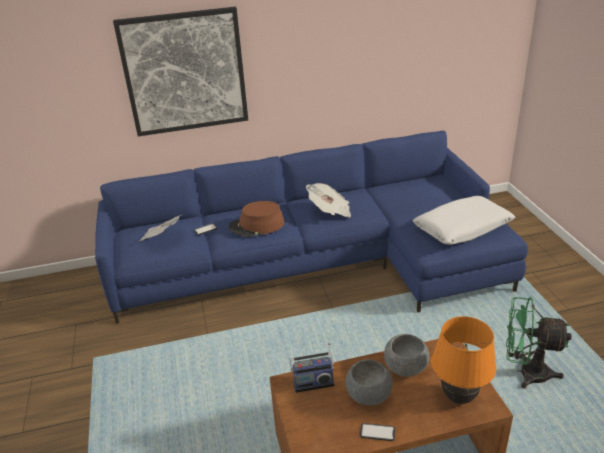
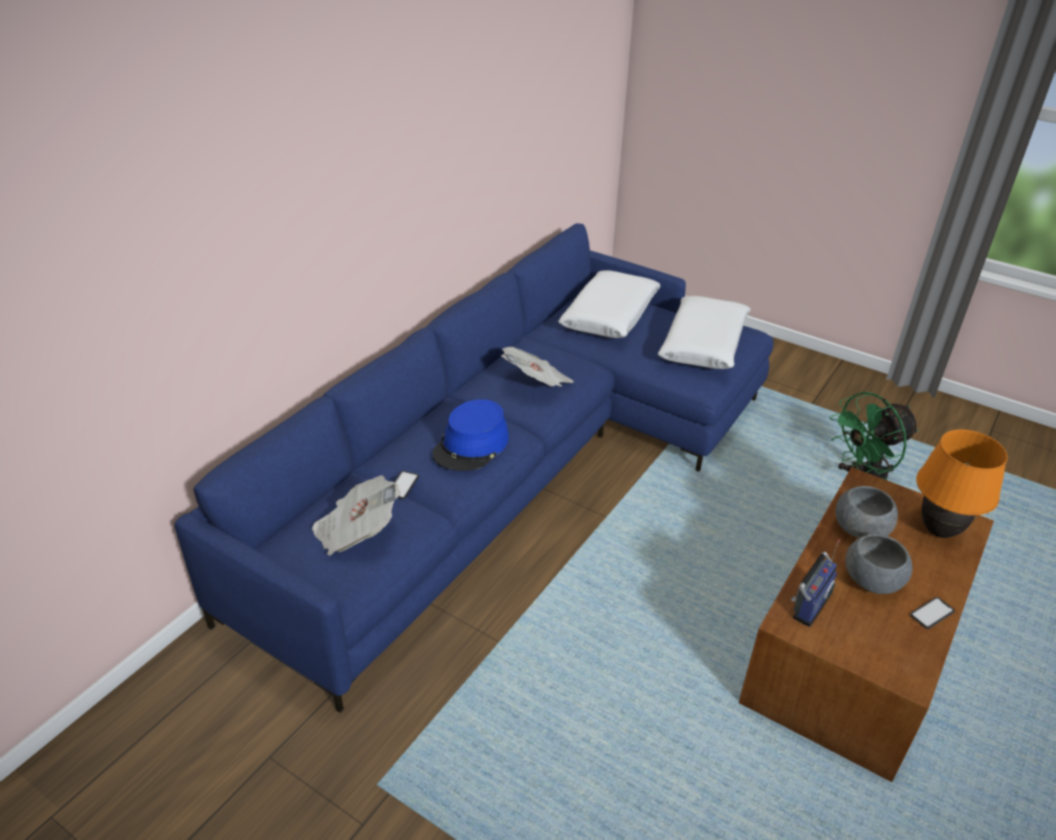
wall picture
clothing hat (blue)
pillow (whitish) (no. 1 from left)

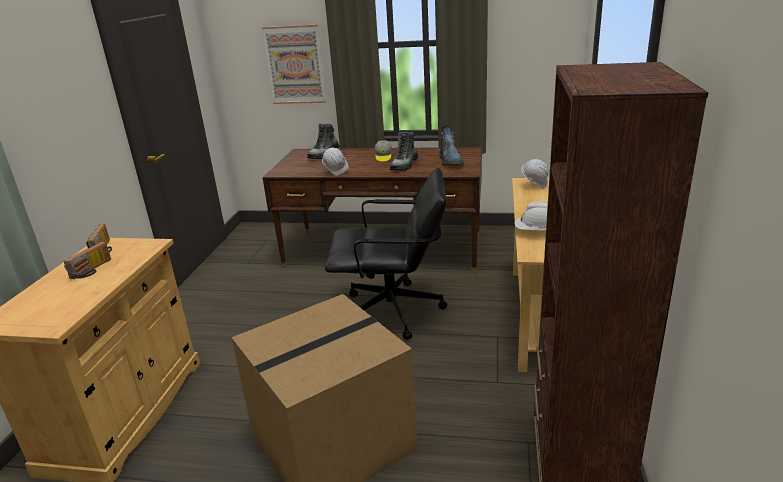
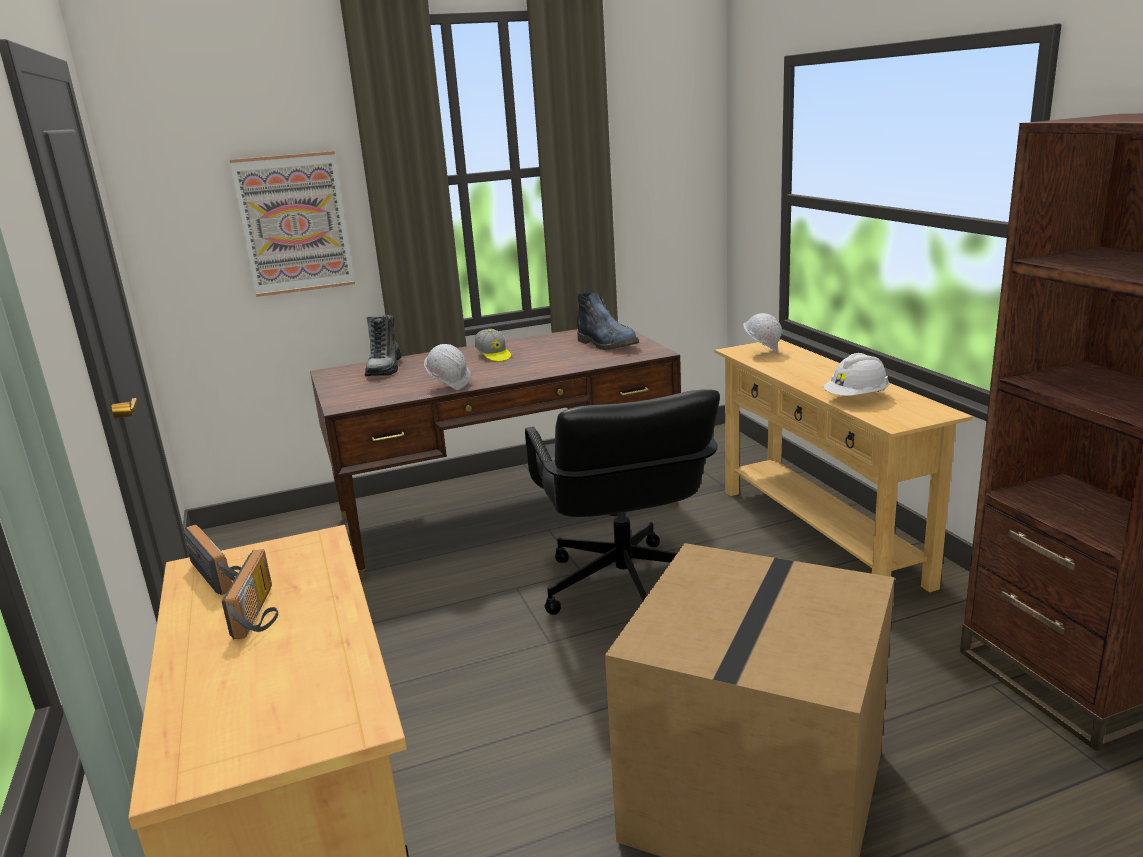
desk chair (blackish)
boot (no. 2 from left in the first image)

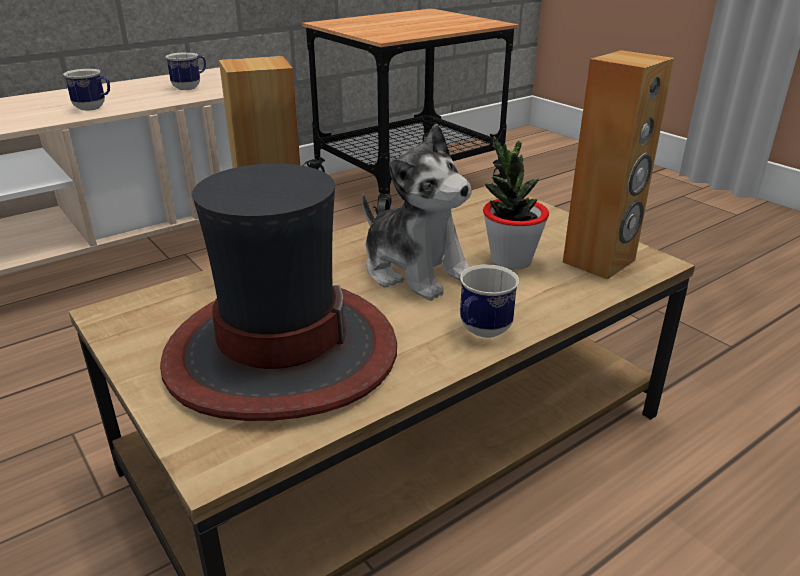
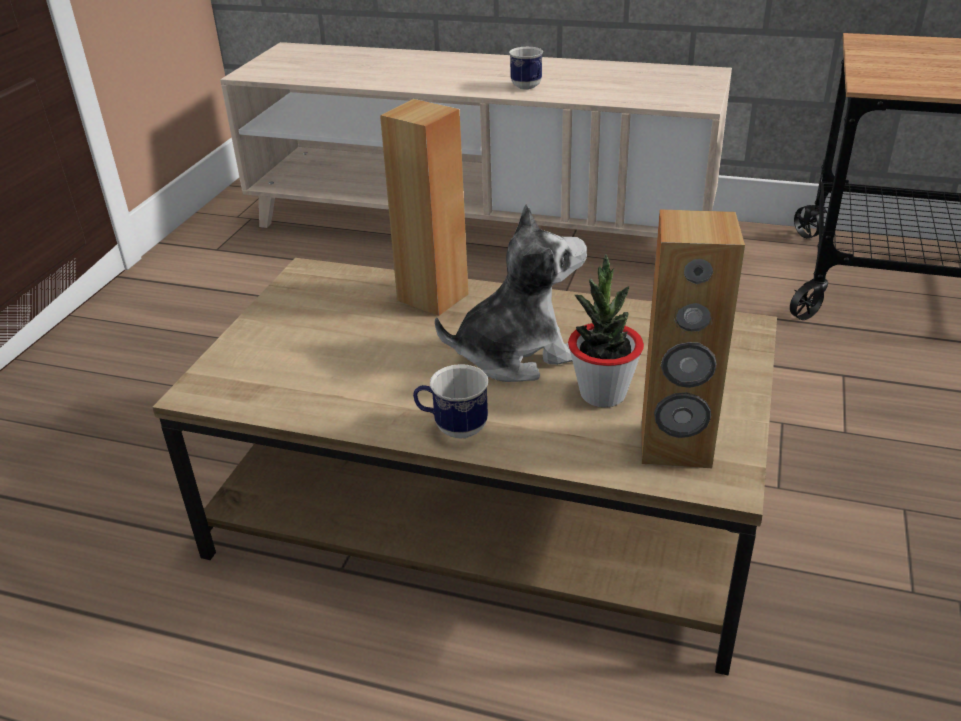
clothing hat
mug (no. 2 from left in the first image)
plush toy

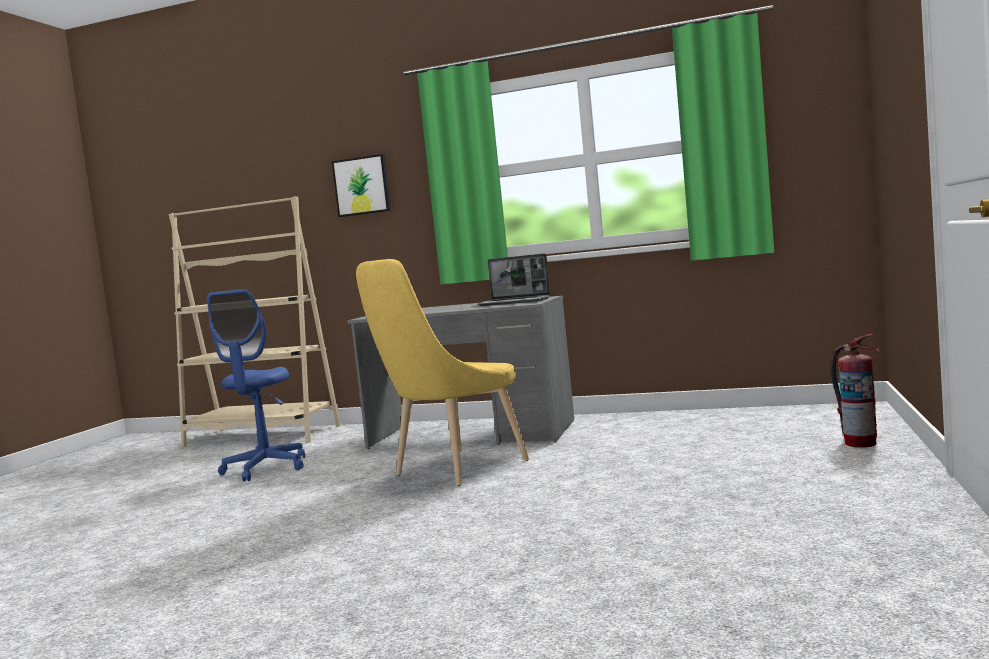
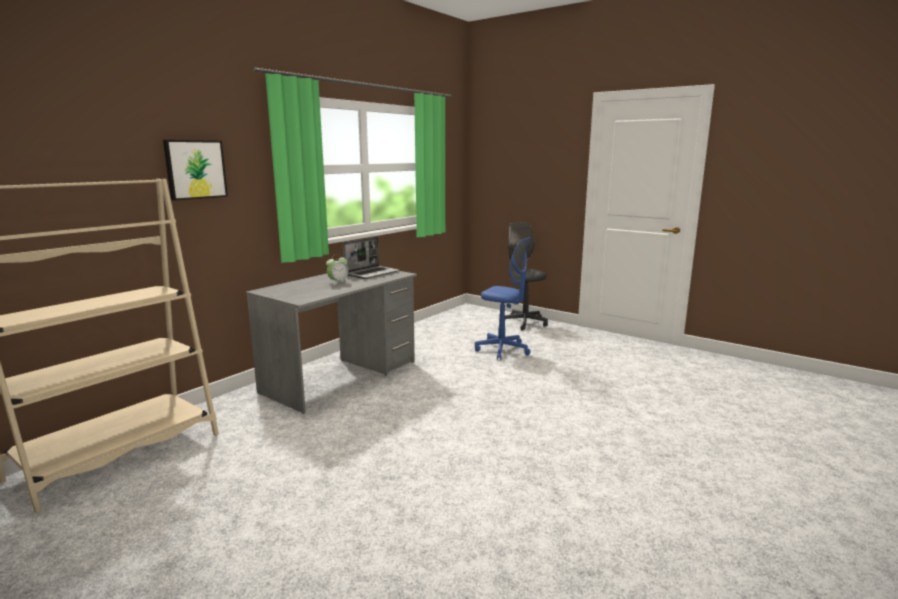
desk chair (blue)
chair (yellowish)
desk chair (gray)
alarm clock

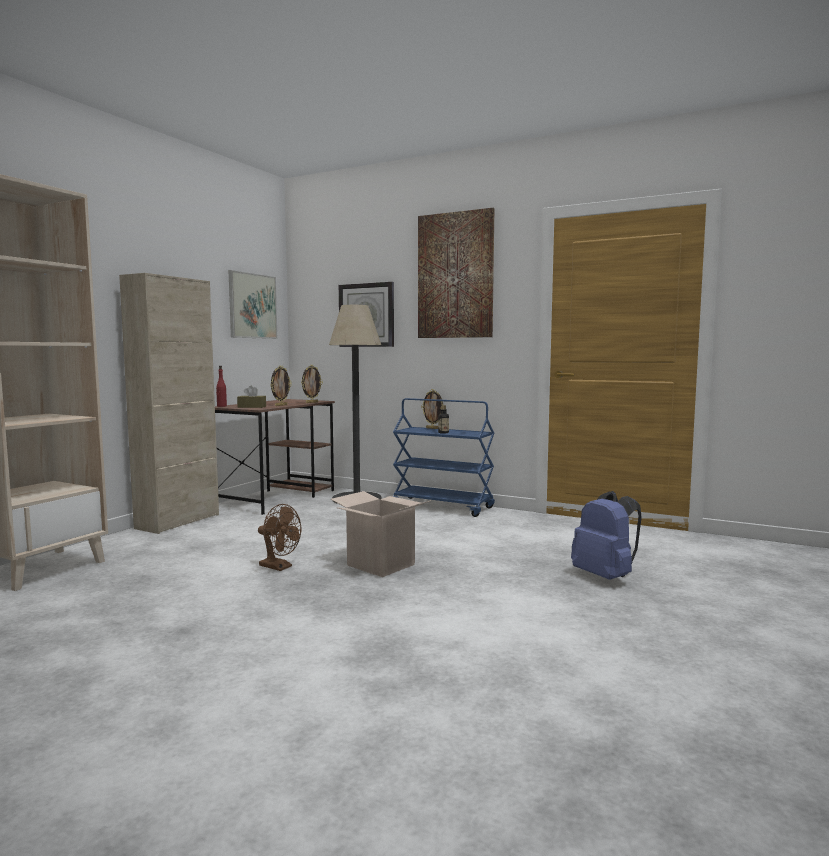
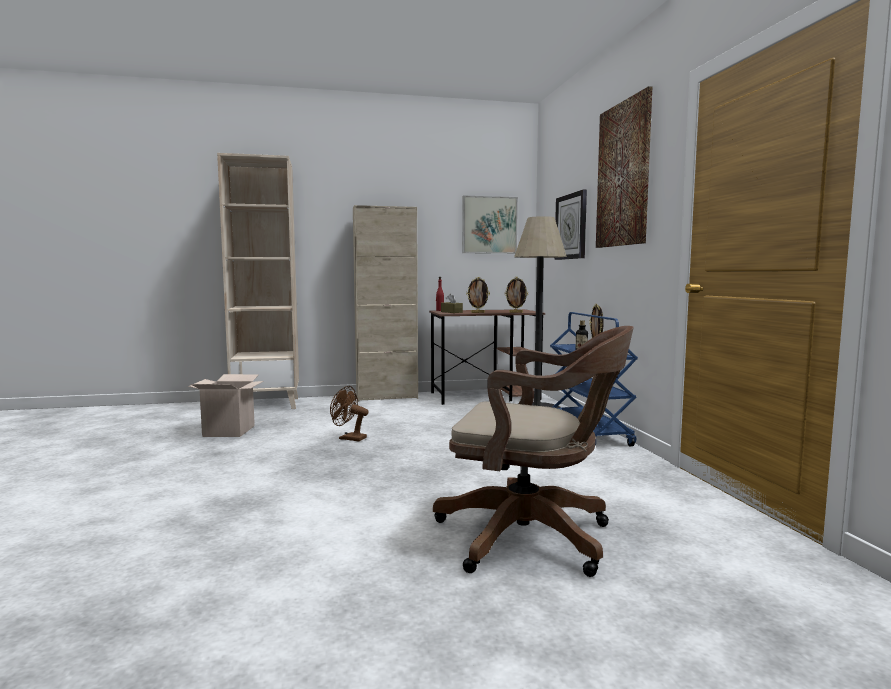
cooling fan (brown)
packing box
desk chair (brown)

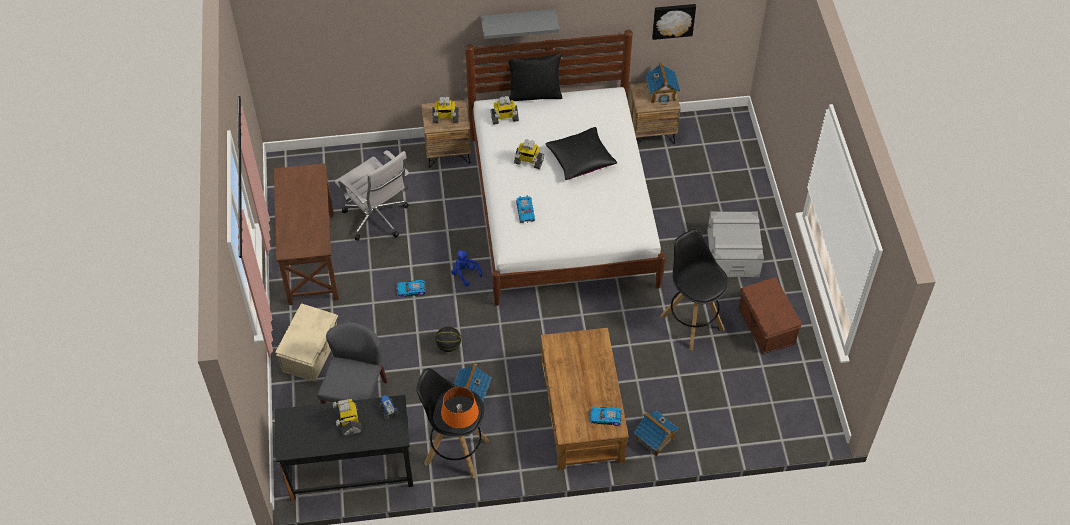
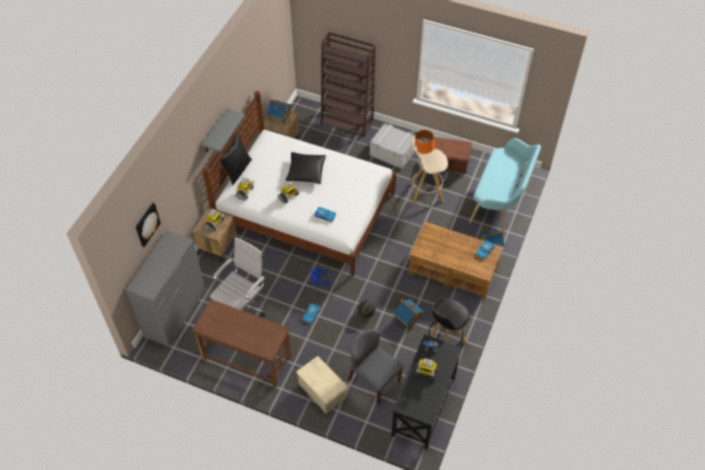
desk chair (whitish)
tabletop lamp (orangey)
wall picture
stool seat (sand-coloured)
chest of drawers (gray)
bookcase (brown)
bench (turquoise)

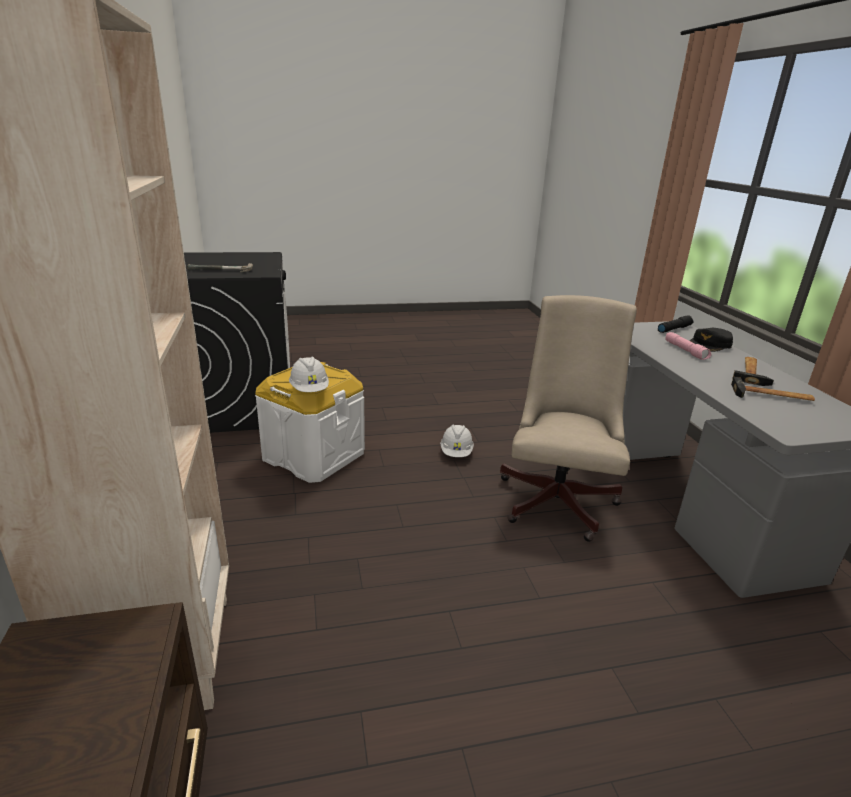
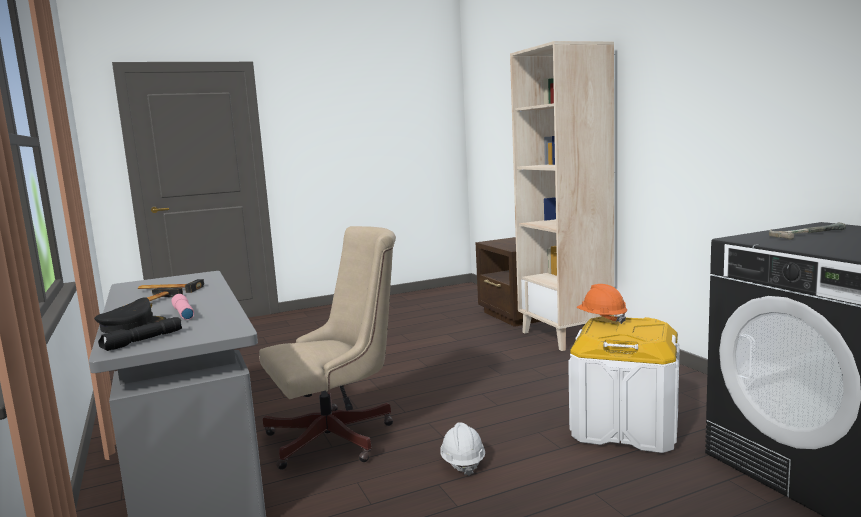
hard hat (orangey)
desk chair (sand-coloured)

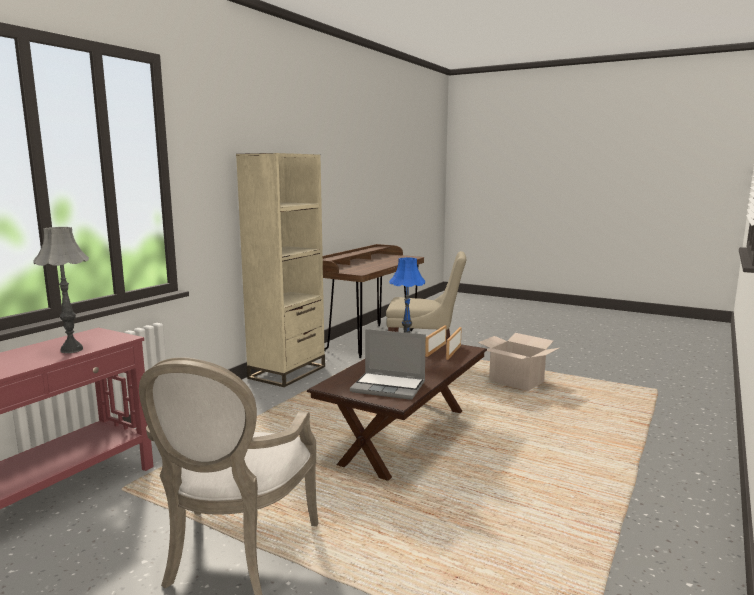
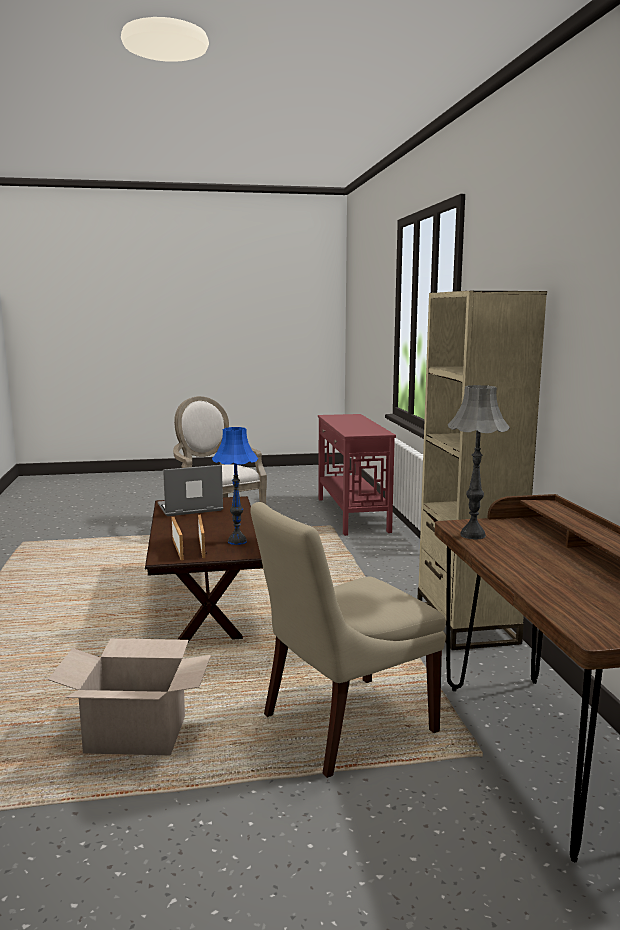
tabletop lamp (gray)

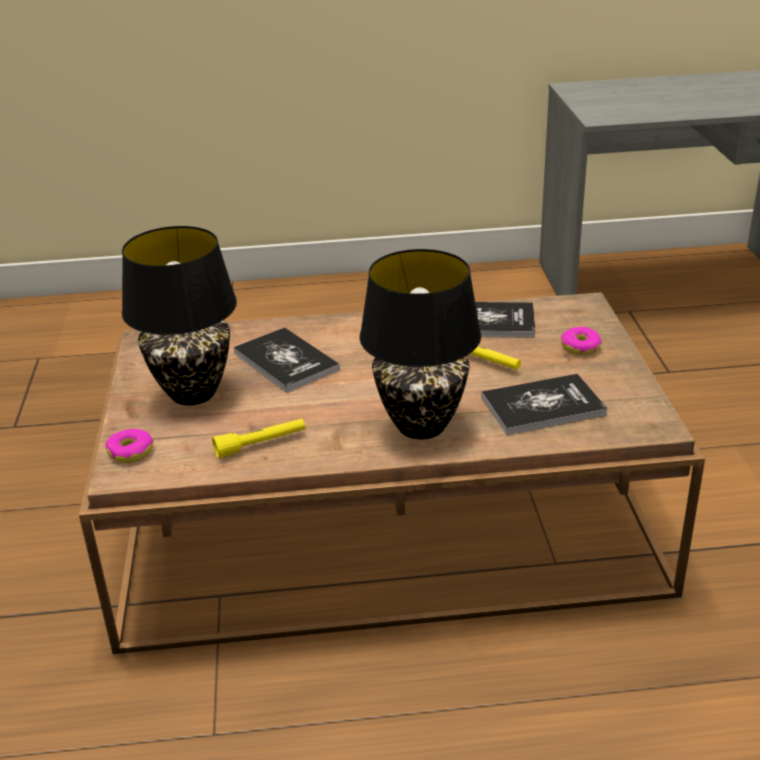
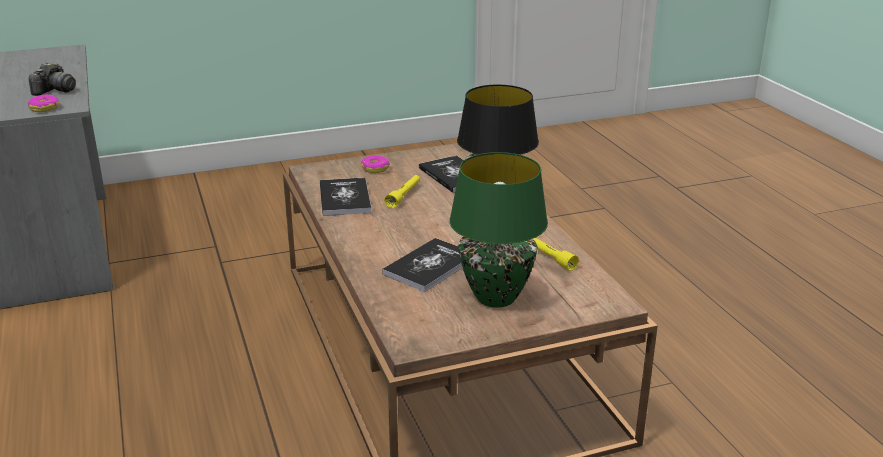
donut (no. 1 from left)
tabletop lamp (greenish)
still camera

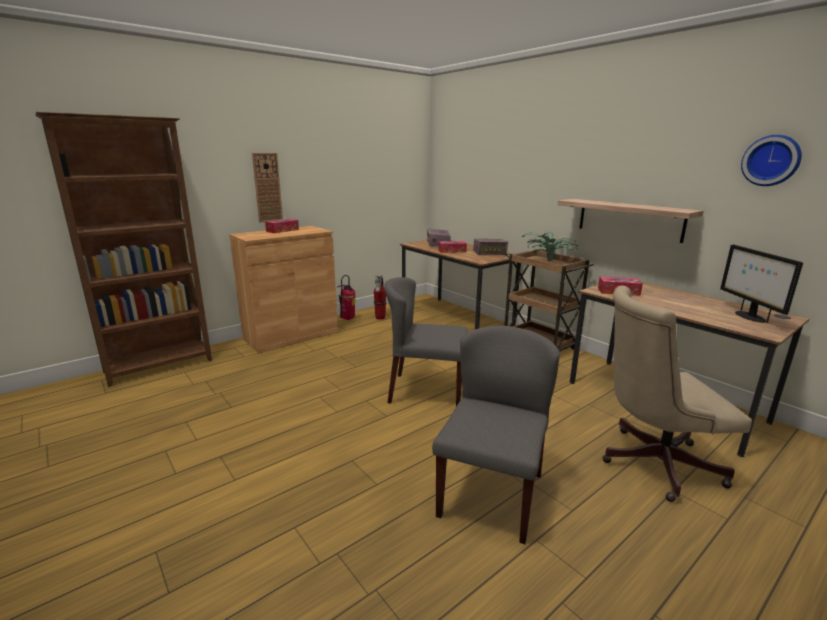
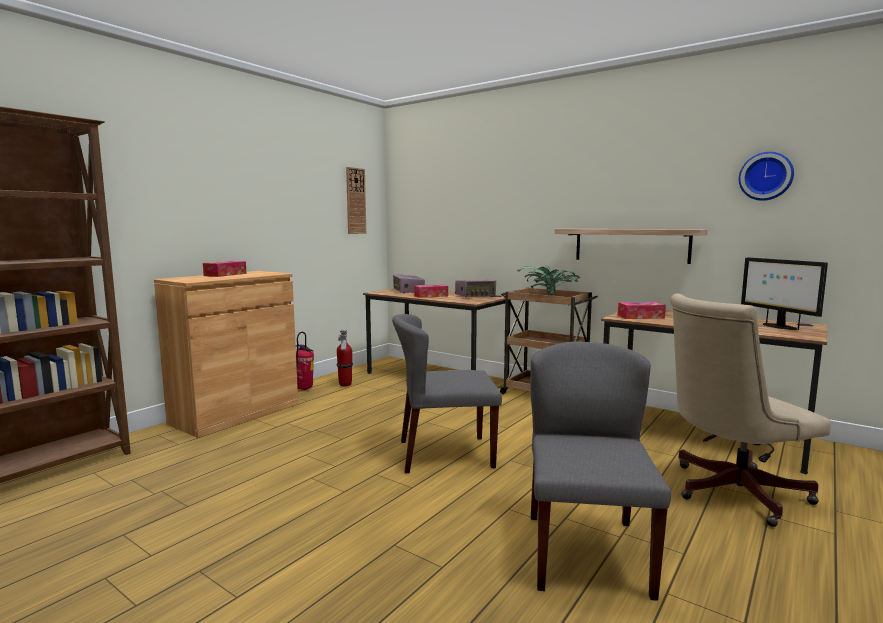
clock on the wall (no. 1 from left)

